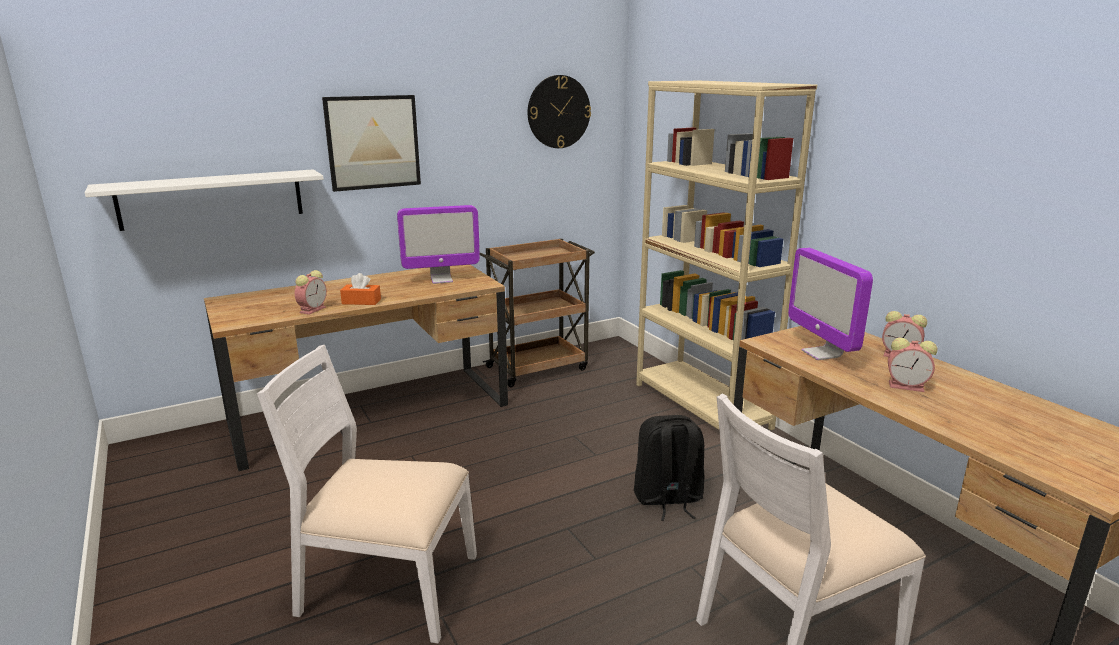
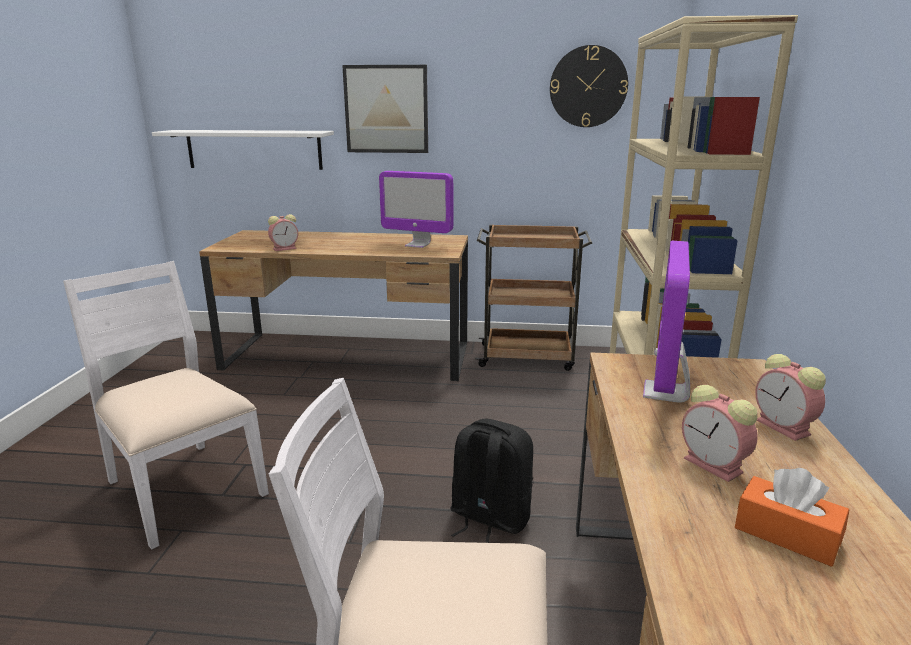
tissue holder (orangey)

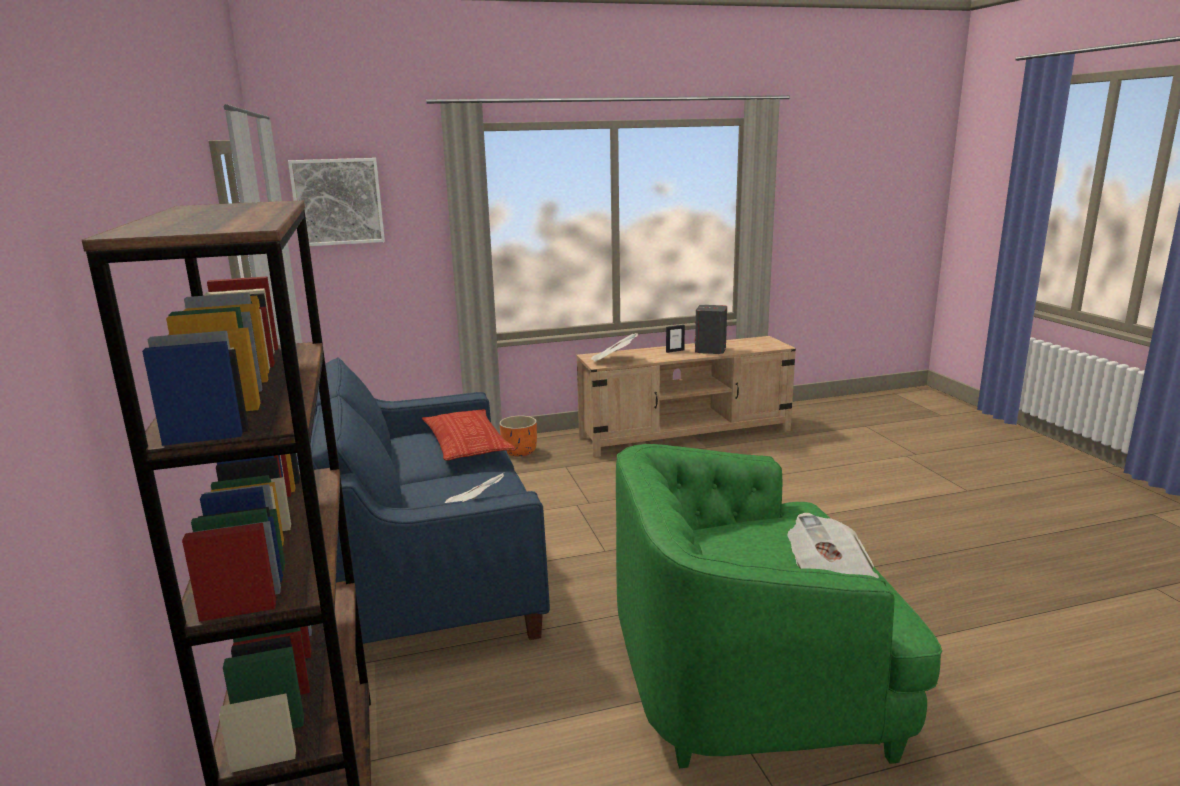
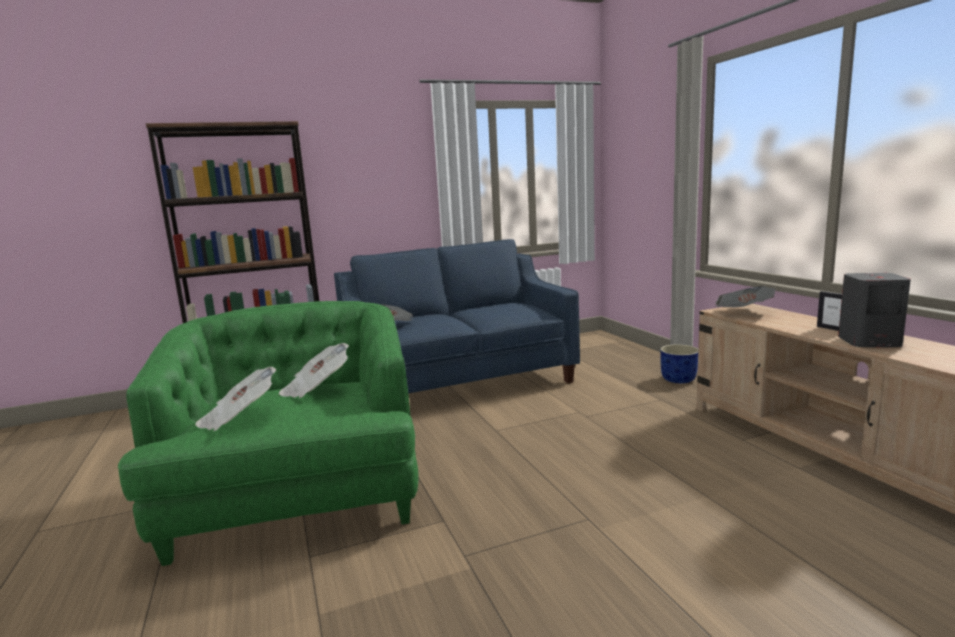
wall picture
pillow
plant pot (blue)
daily paper (no. 2 from left)

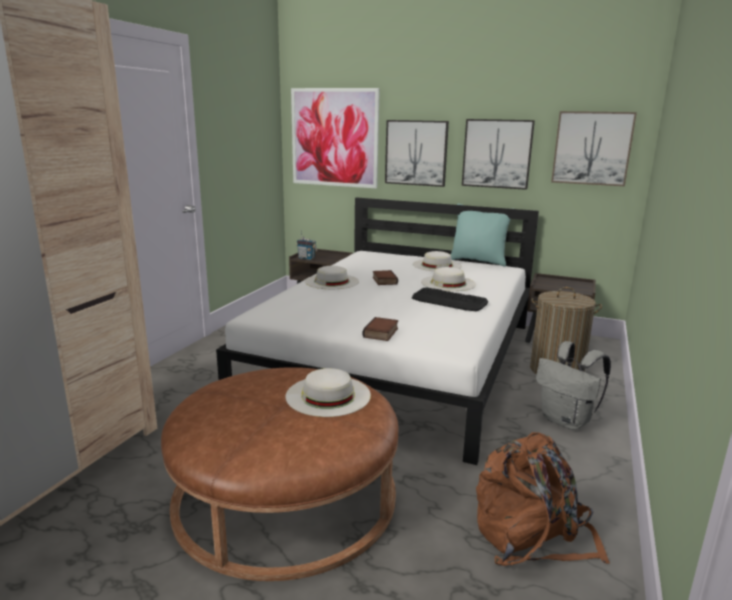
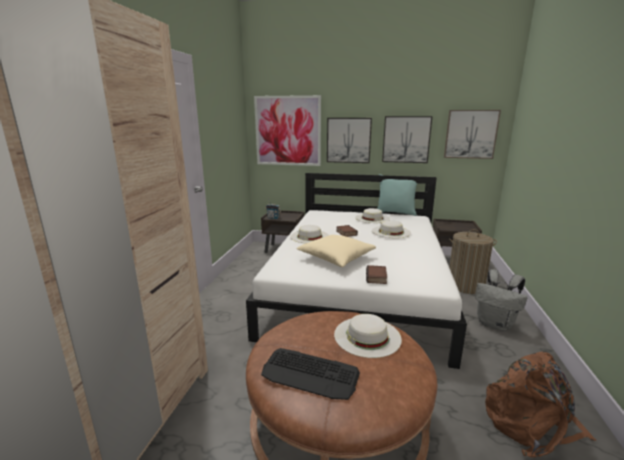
computer keyboard
pillow (sand-coloured)

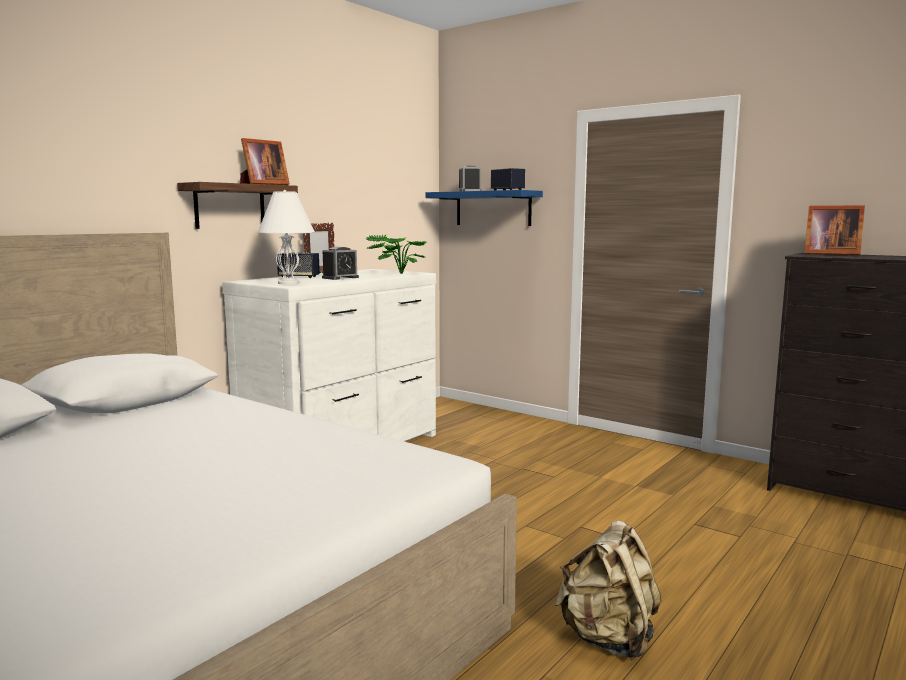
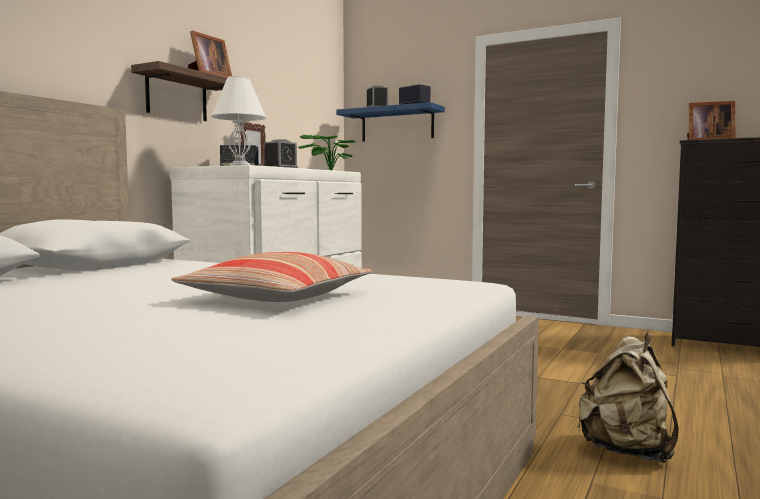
pillow

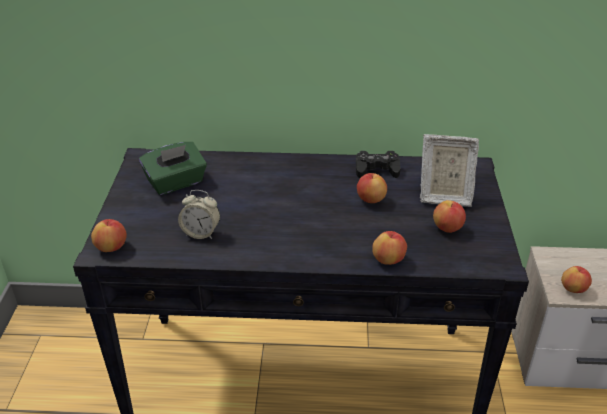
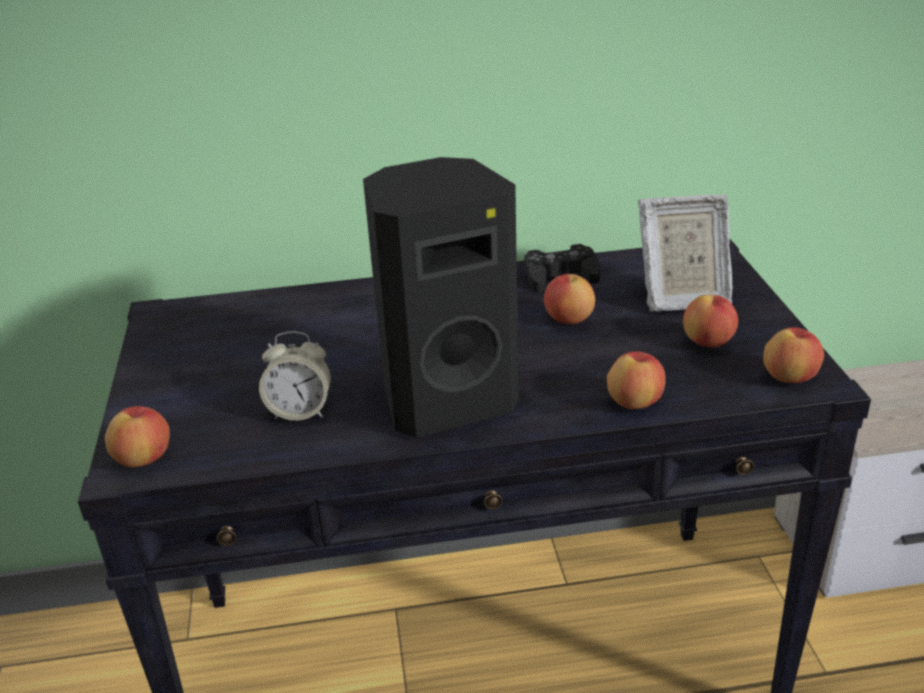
tissue holder (greenish)
apple fruit (no. 5 from left)
speaker (blackish)

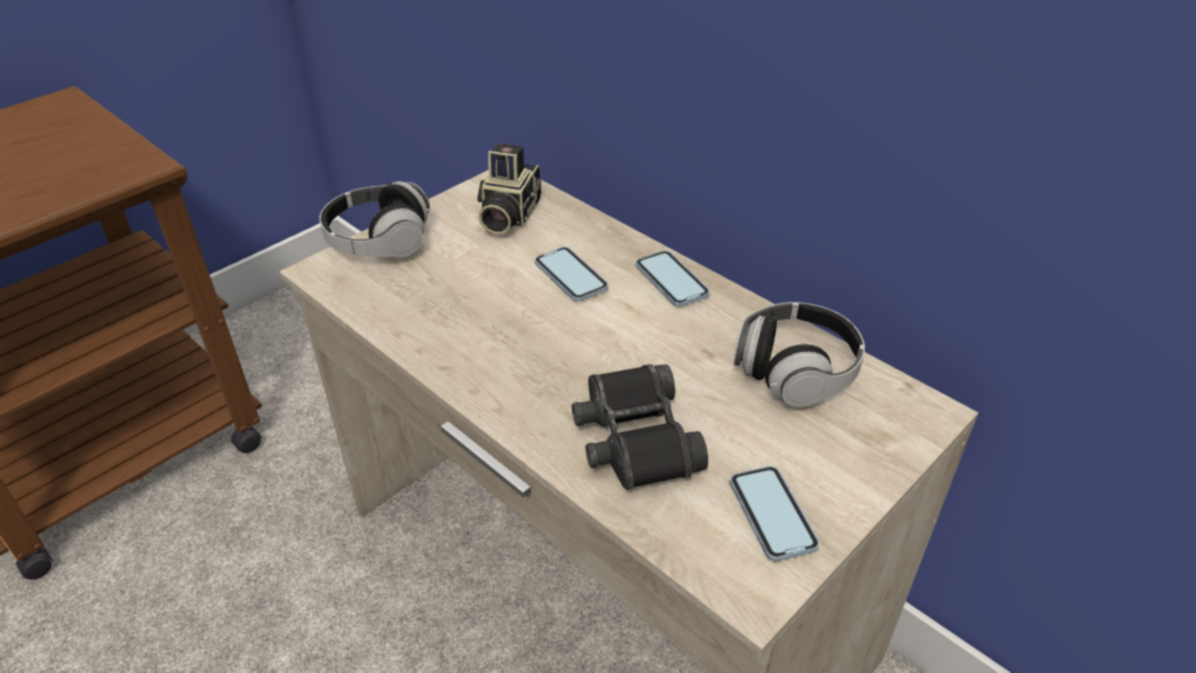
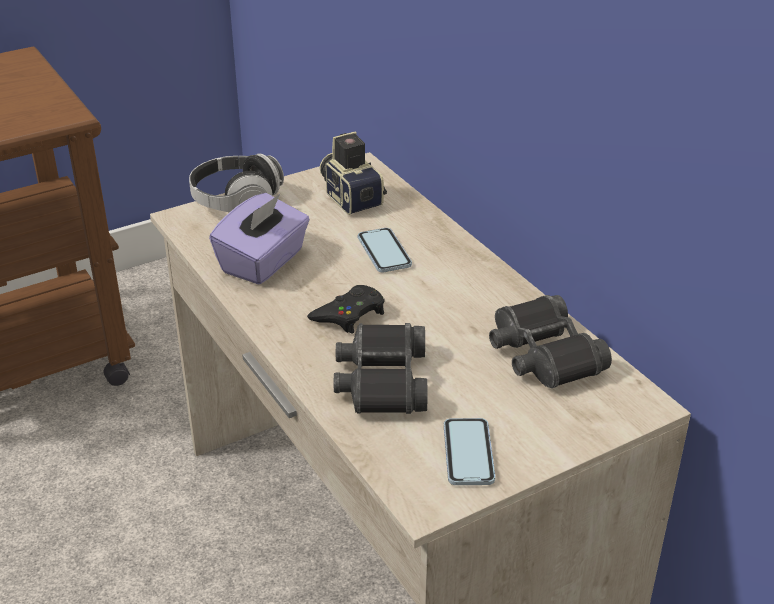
still camera
phone (no. 2 from left in the first image)
pair of binoculars (blackish) (no. 2 from left)
tissue holder (purplish)
joypad (blackish)

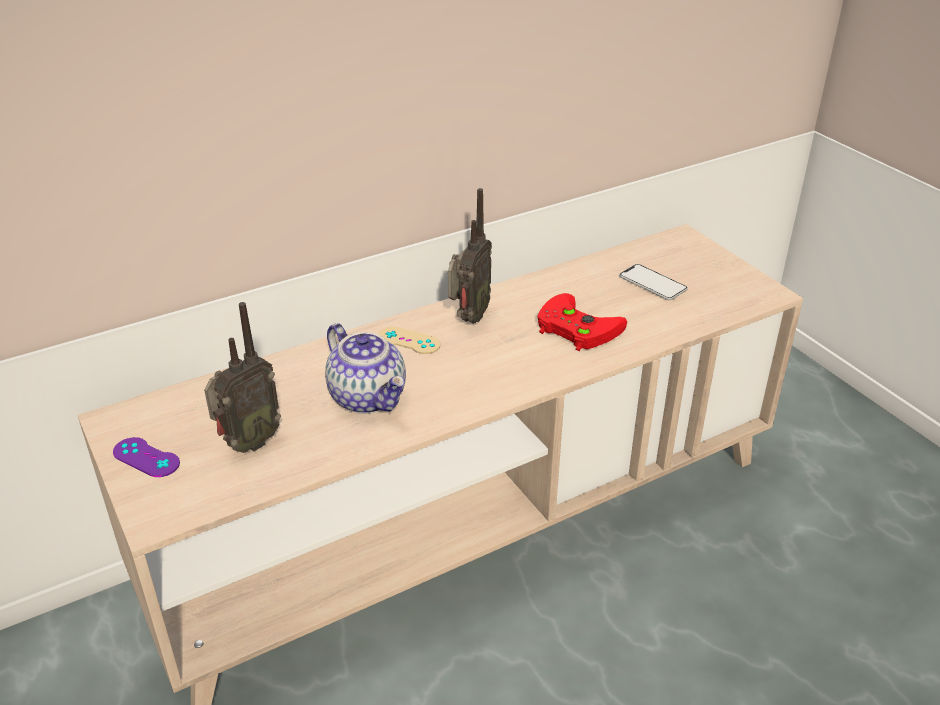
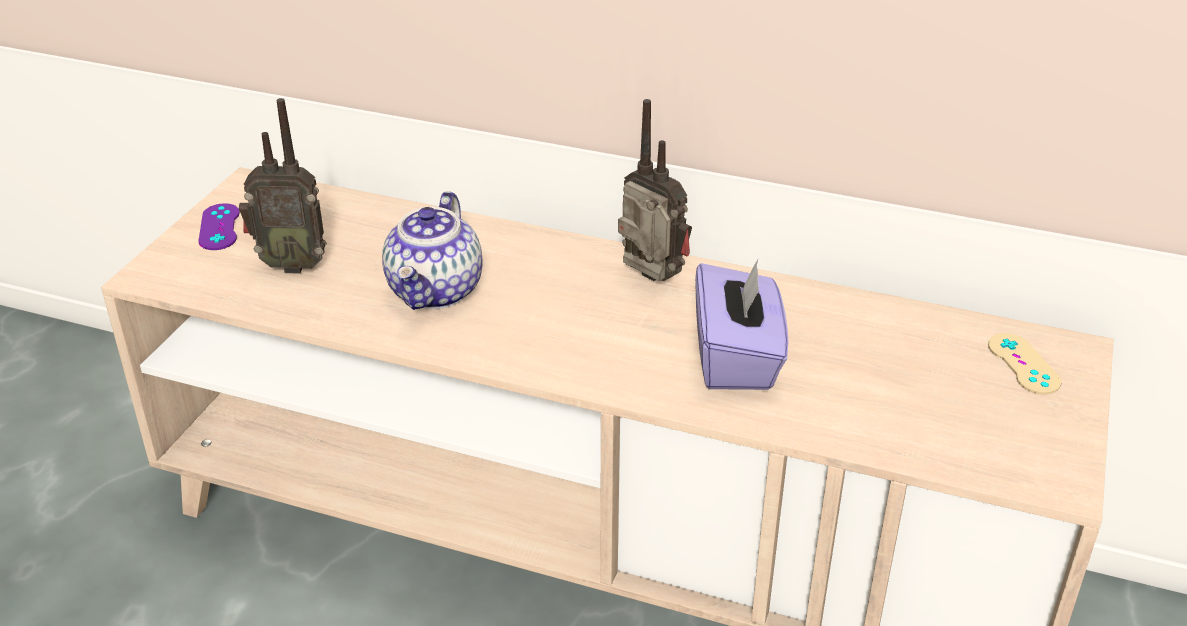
joypad (sand-coloured)
radio (no. 2 from left)
tissue holder (purplish)
phone

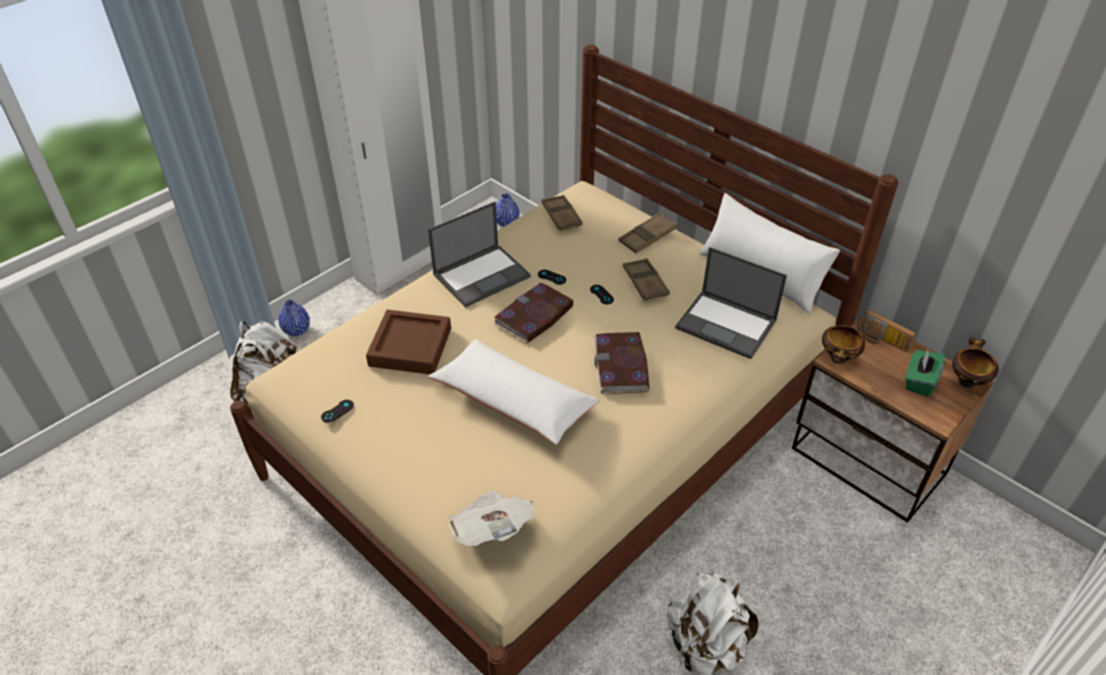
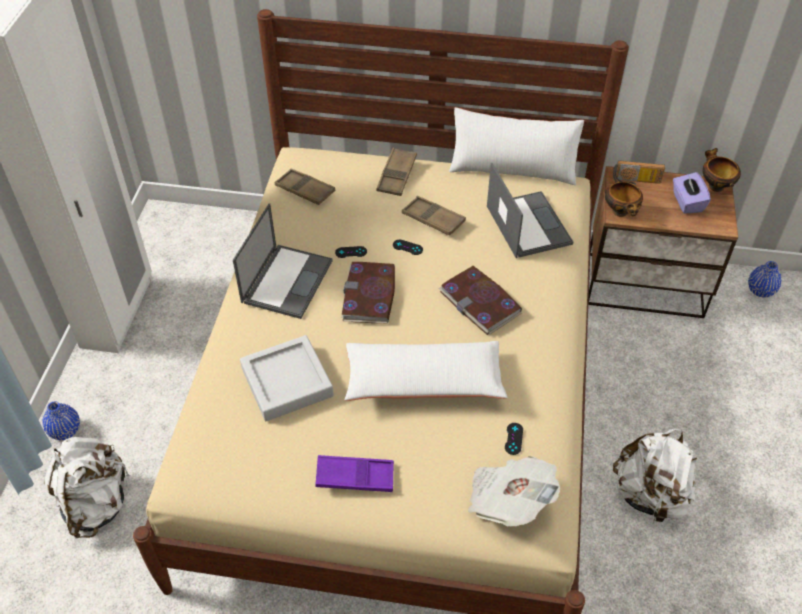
joypad (blackish) (no. 3 from left)
serving tray (gray)
decorative vase (blue) (no. 2 from left)
portable computer (no. 2 from left)
tissue holder (purplish)
serving tray (purplish)

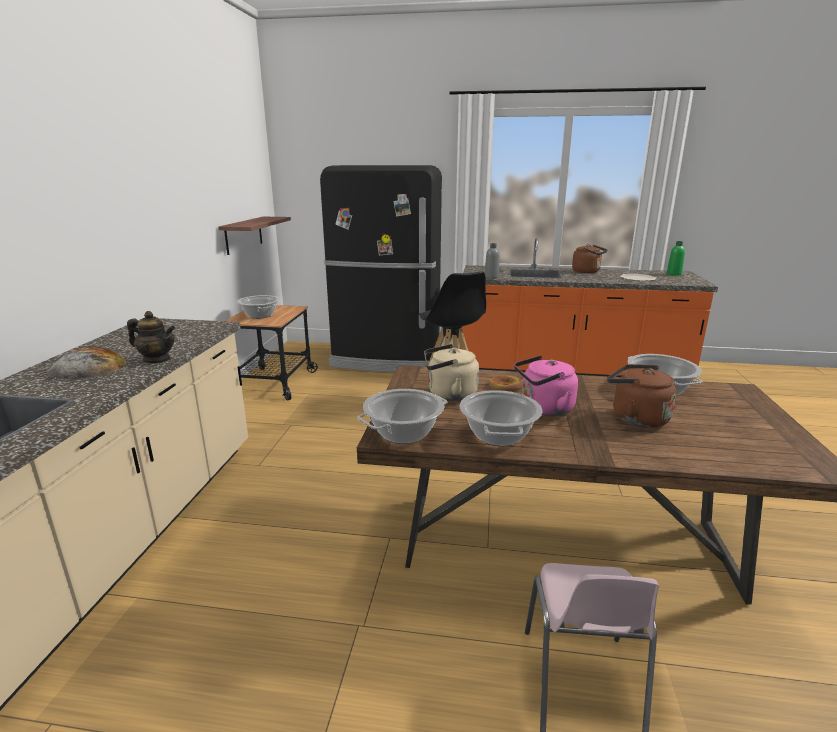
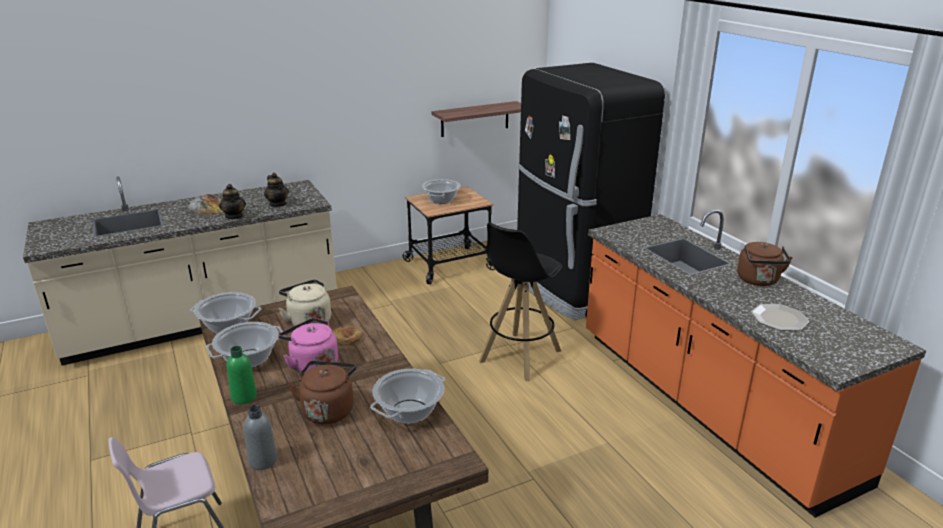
beverage bottle (gray)
beverage bottle (greenish)
teapot (no. 2 from left)

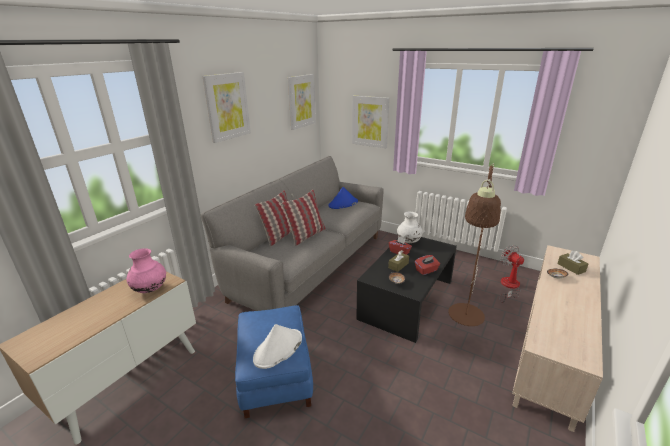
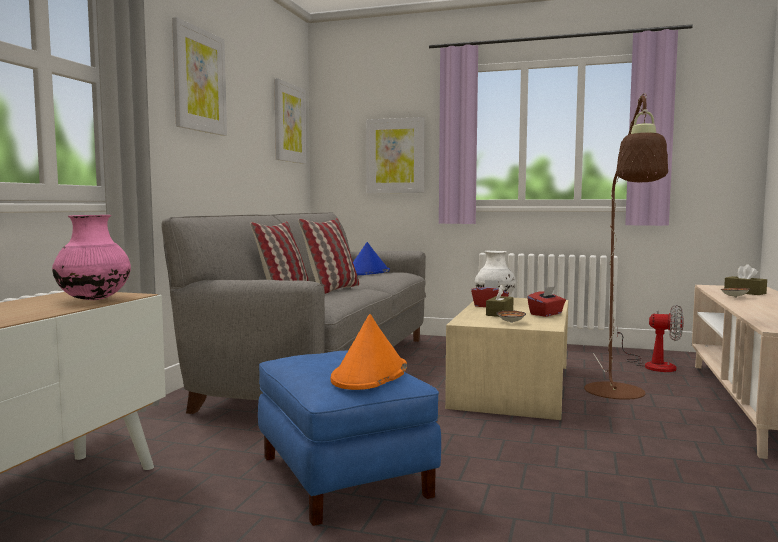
clothing hat (orangey)
lounge table (sand-coloured)
cooling fan

